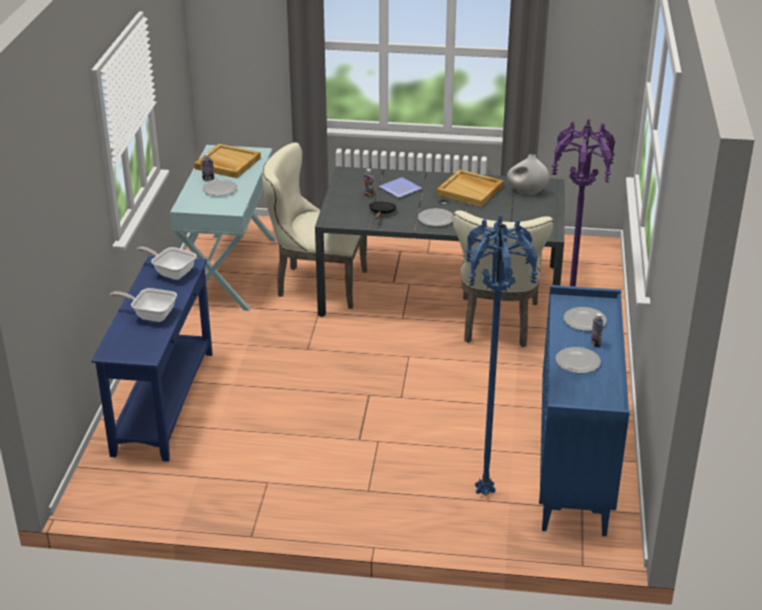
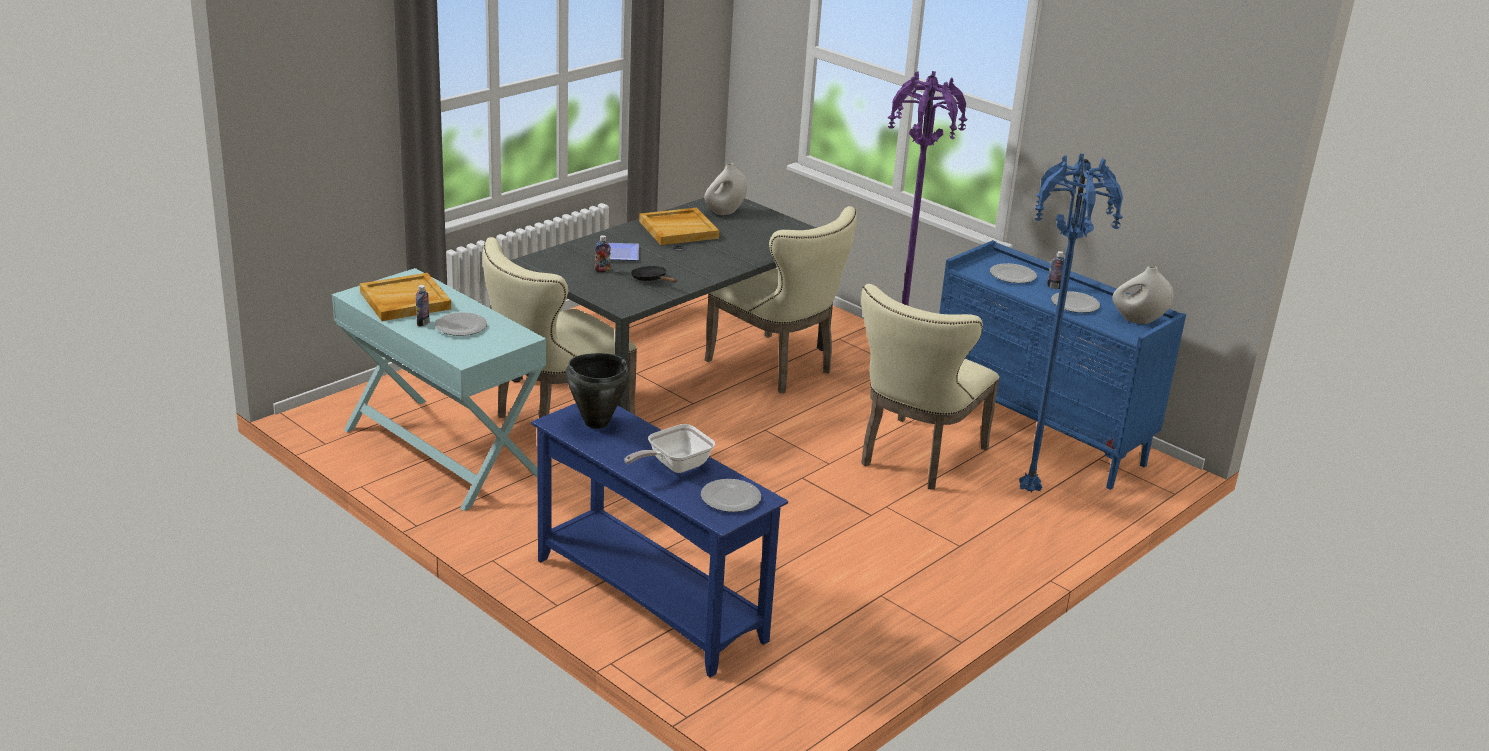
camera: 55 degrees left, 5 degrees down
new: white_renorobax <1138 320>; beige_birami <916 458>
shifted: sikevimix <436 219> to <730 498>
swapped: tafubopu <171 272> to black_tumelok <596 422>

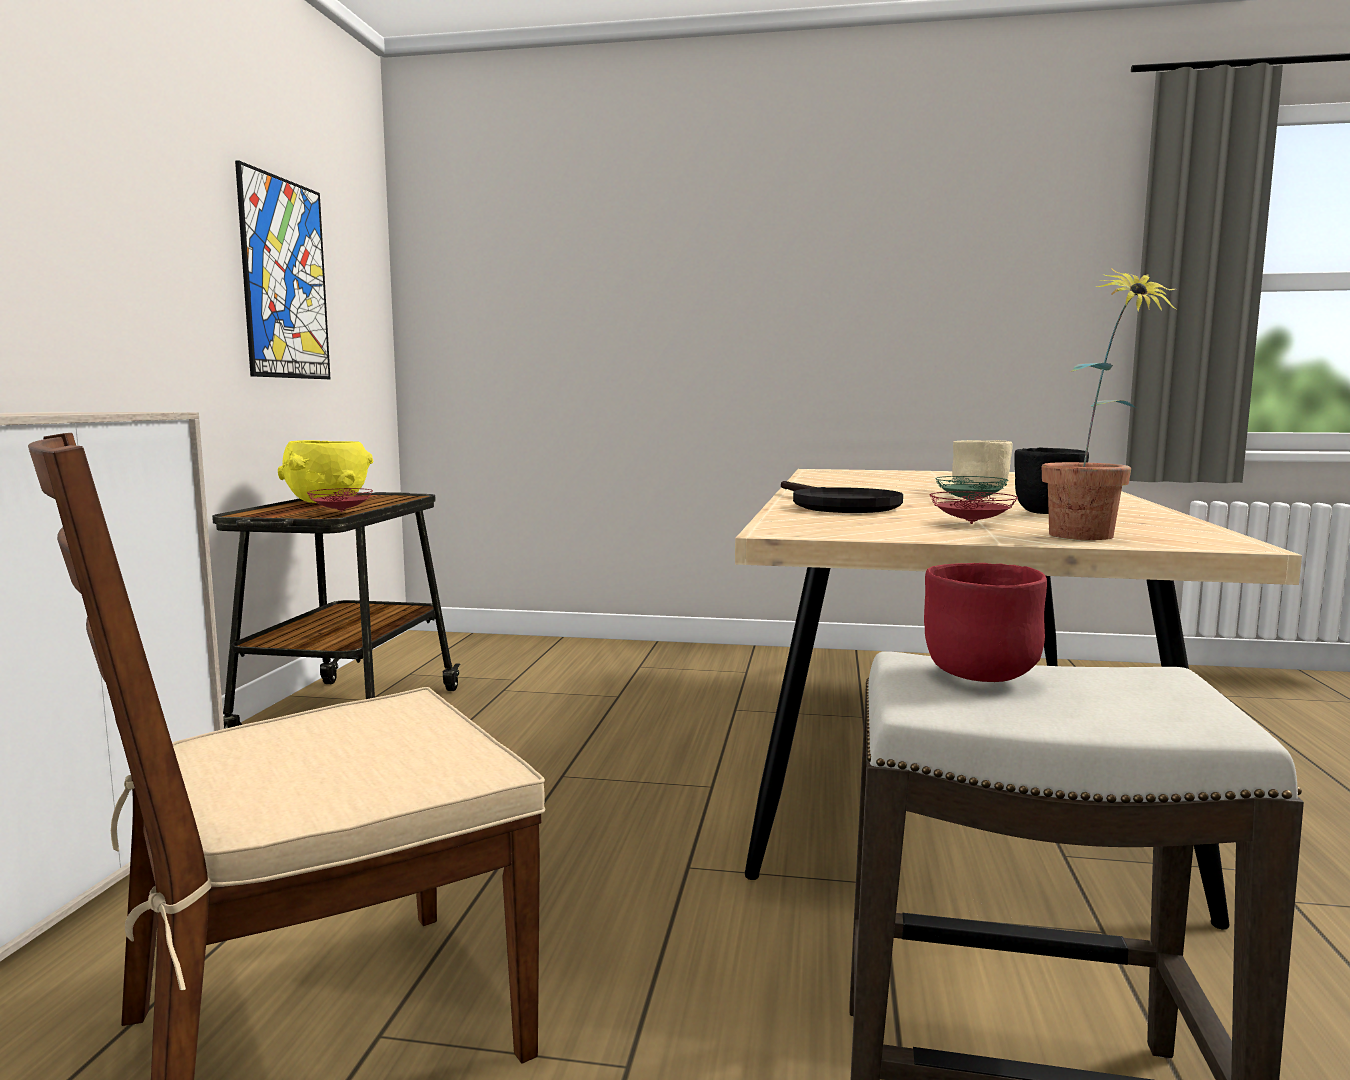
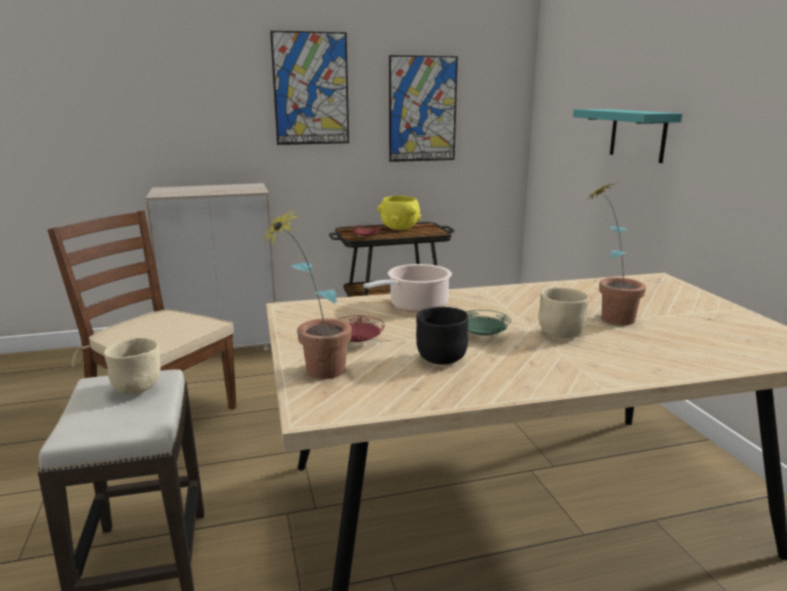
camera: 65 degrees right, 10 degrees up
new: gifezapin <311 89>; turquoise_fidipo <638 135>; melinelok <608 316>
swapped: black_tafubopu <837 505> to tumelok <415 306>
repainted: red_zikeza <979 673> to beige_zikeza <138 388>

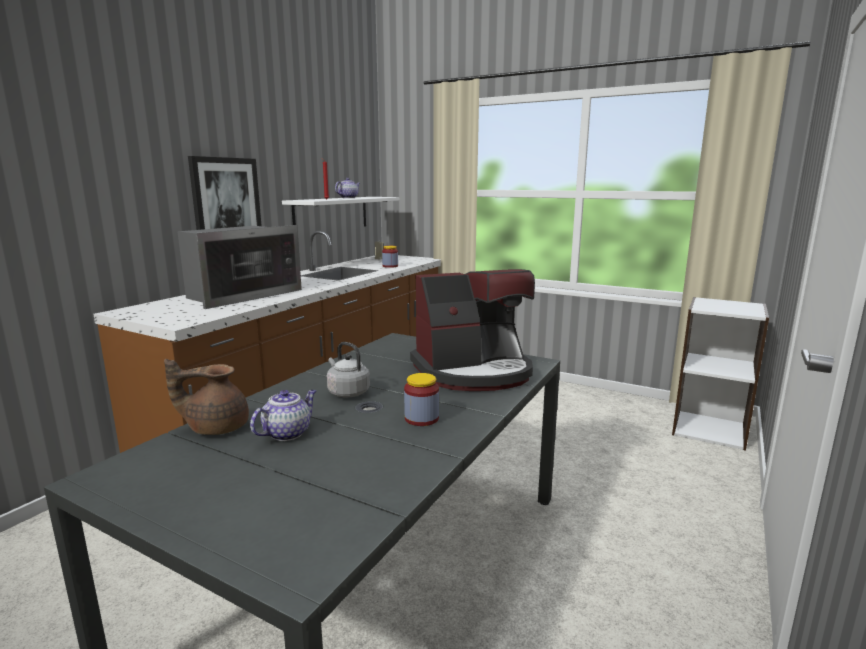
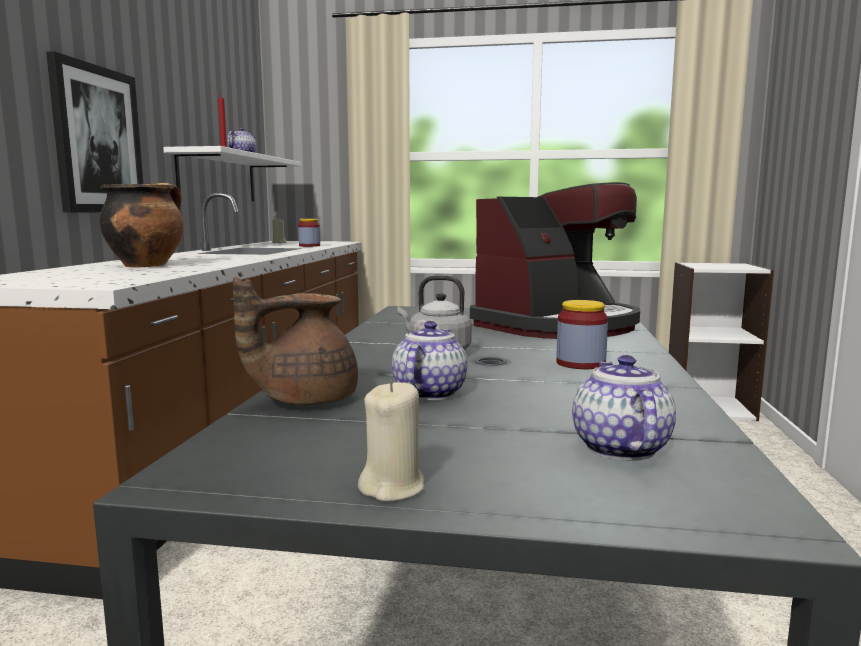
camera: 20 degrees left, 5 degrees down
new: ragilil <618 447>; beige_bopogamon <393 488>
swapped: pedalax <241 295> to tumelok <147 265>

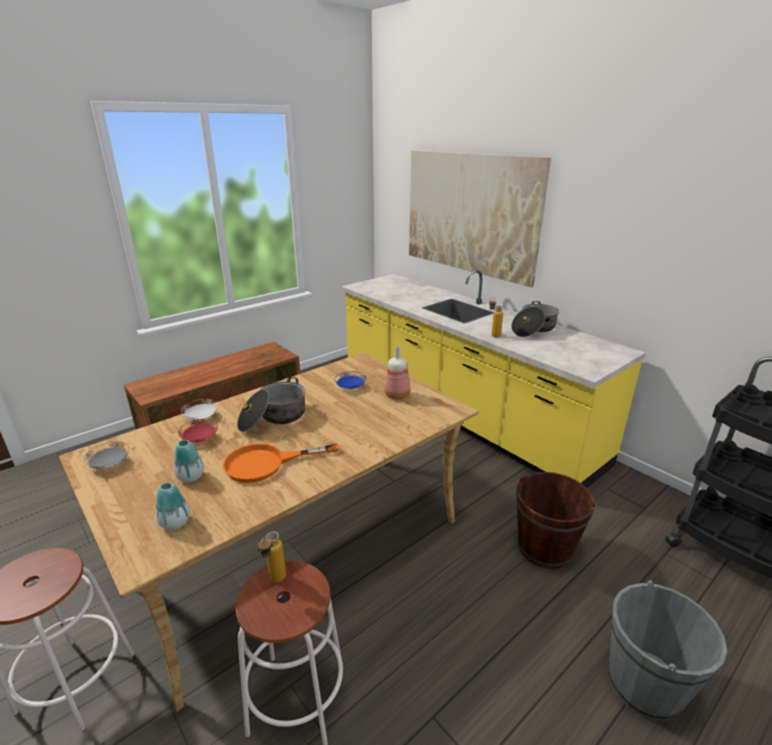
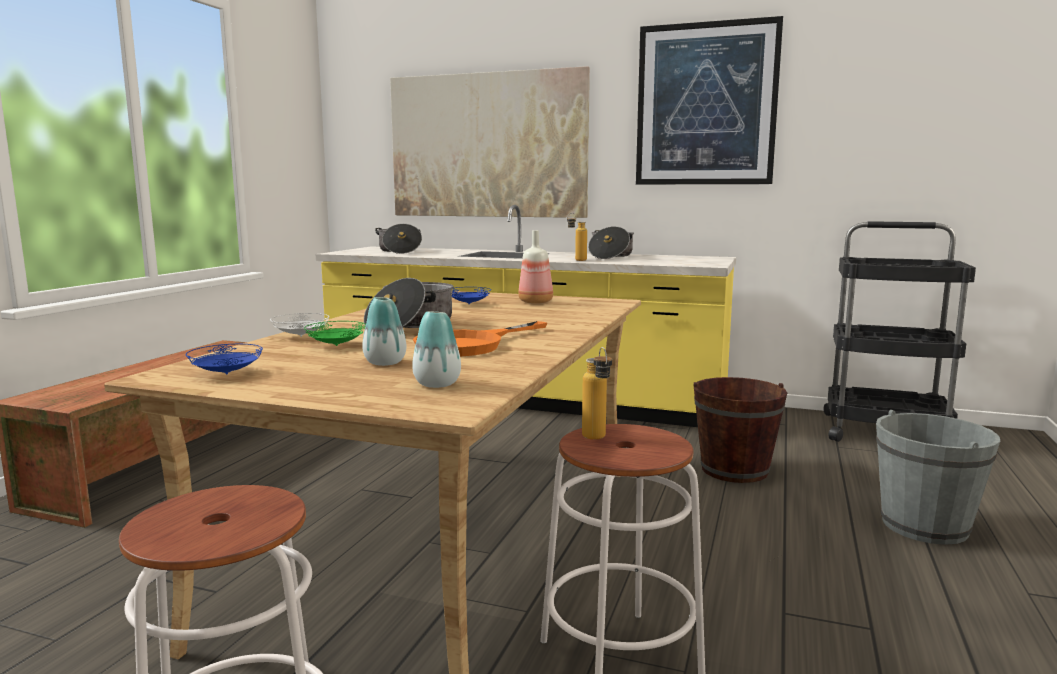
camera: 30 degrees left, 15 degrees down
new: gifezapin <706 105>; tumelok <399 251>
repainted: red_sikevimix <200 439> to green_sikevimix <336 346>; grey_sikevimix <110 464> to blue_sikevimix <226 374>

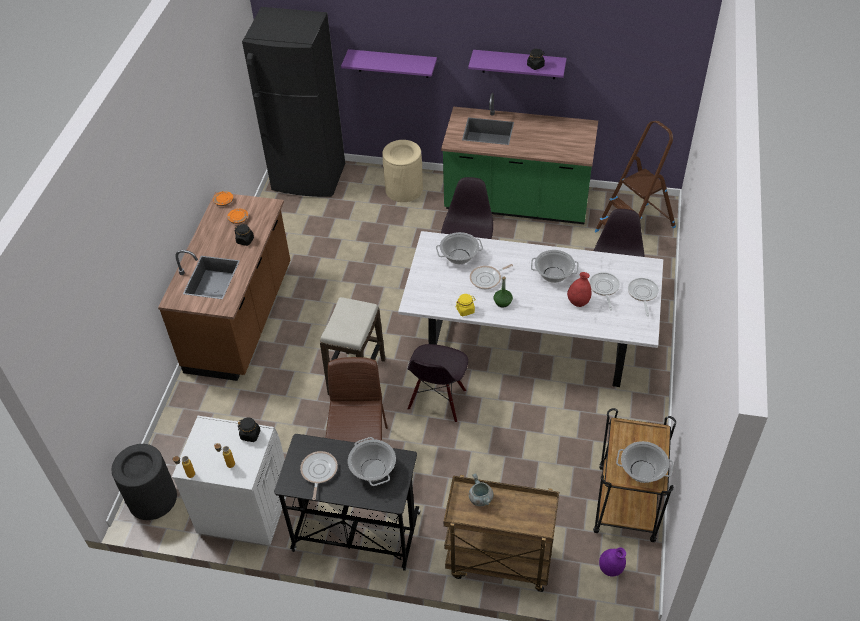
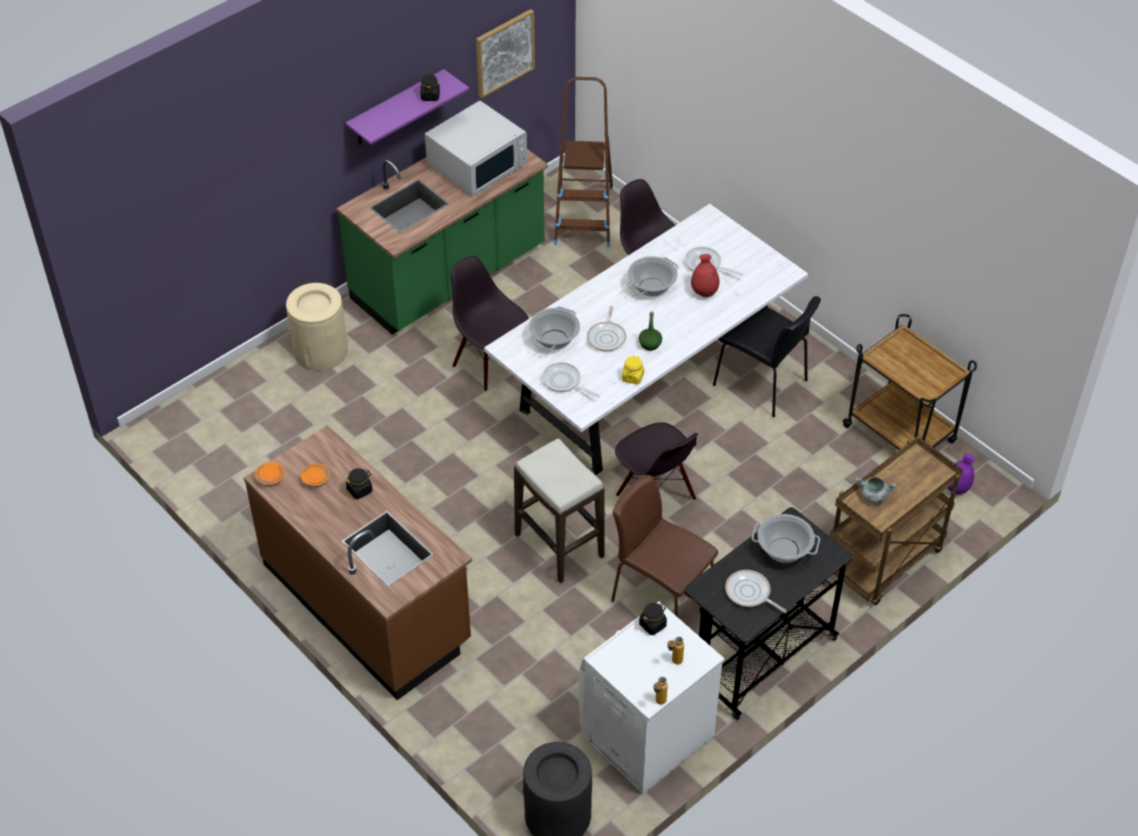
camera: 55 degrees left, 0 degrees up
gone: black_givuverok <308 178>; purple_fidipo <393 63>; tumelok <642 471>
new: gifezapin <504 52>; white_pedalax <478 164>; black_birami <763 384>
shifted: tafubopu <642 294> to <564 382>

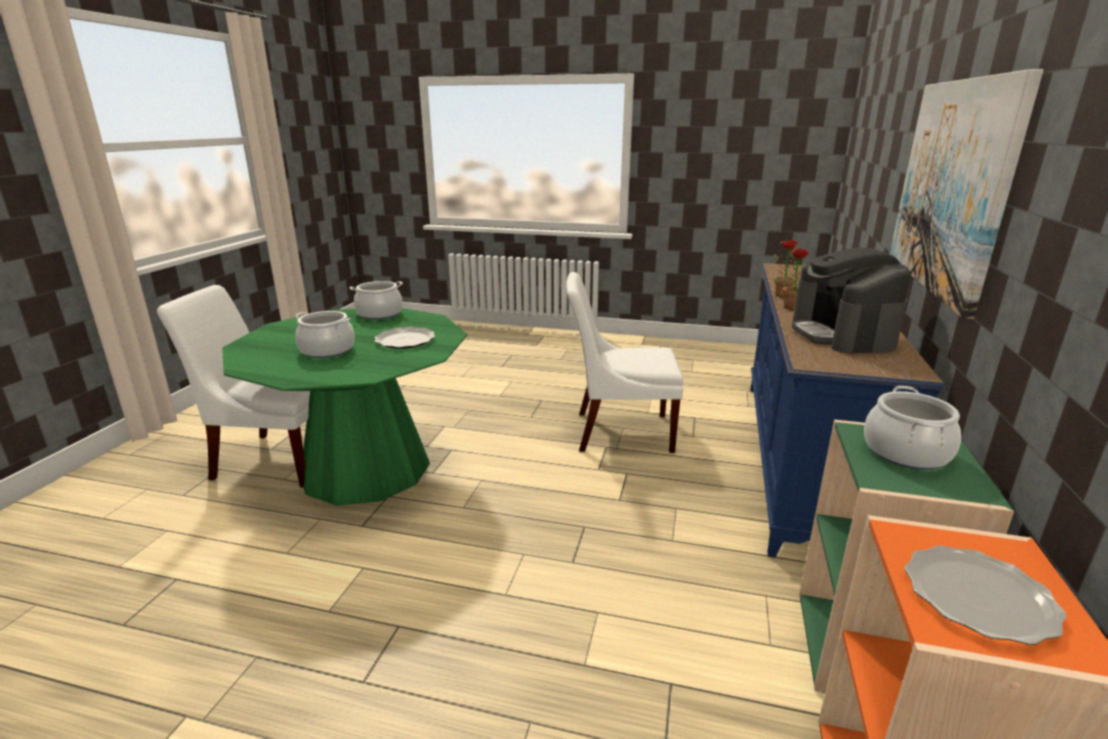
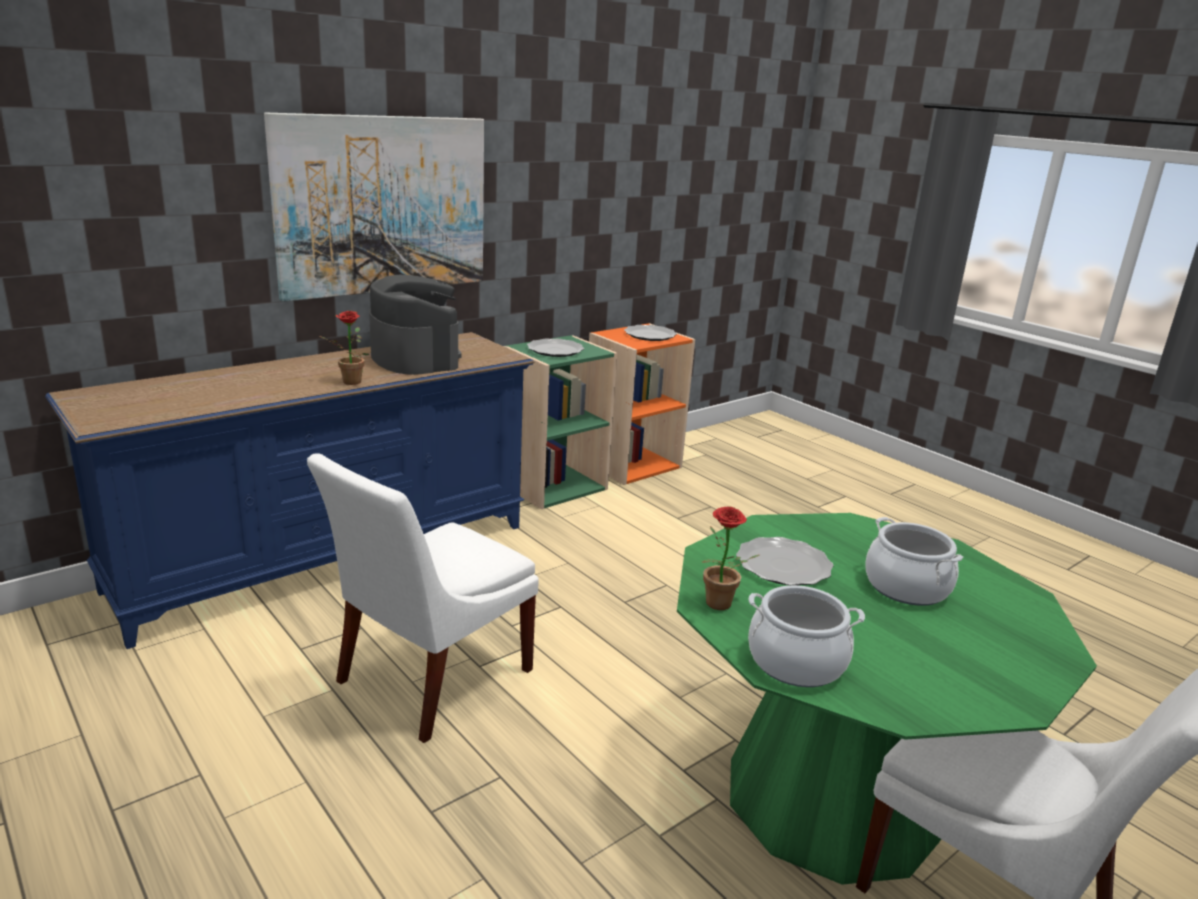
camera: 145 degrees left, 0 degrees up
shifted: melinelok <779 295> to <719 606>
swapped: tumelok <906 452> to sikevimix <555 350>
rotated: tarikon <842 334> = <414 358> 60 degrees counterclockwise; white_birami <618 431> = <428 679> 90 degrees clockwise

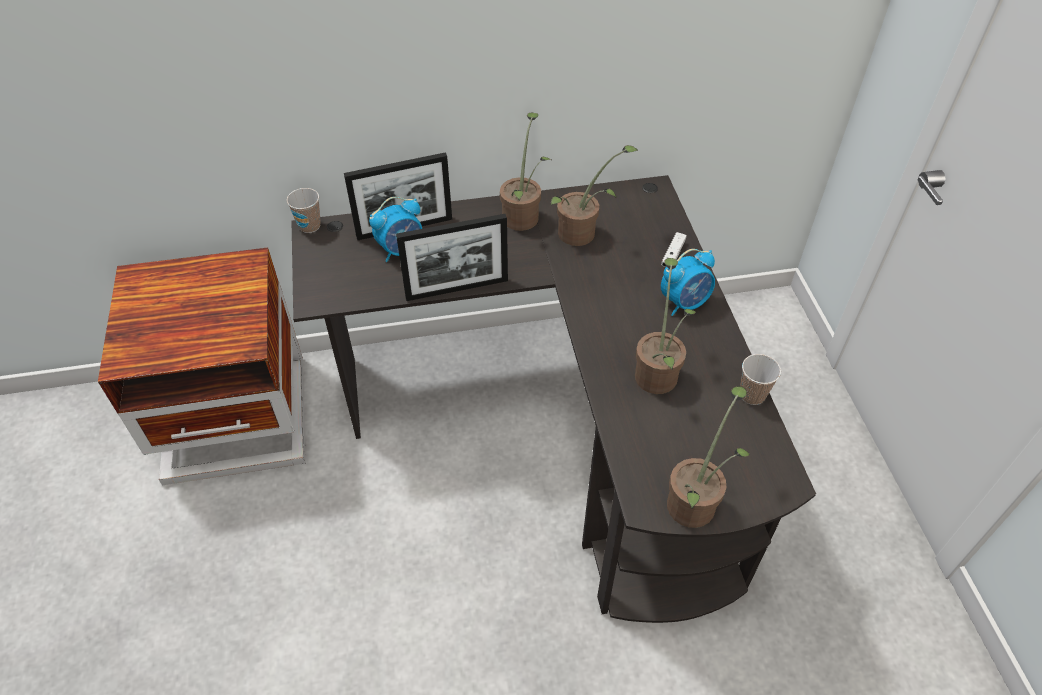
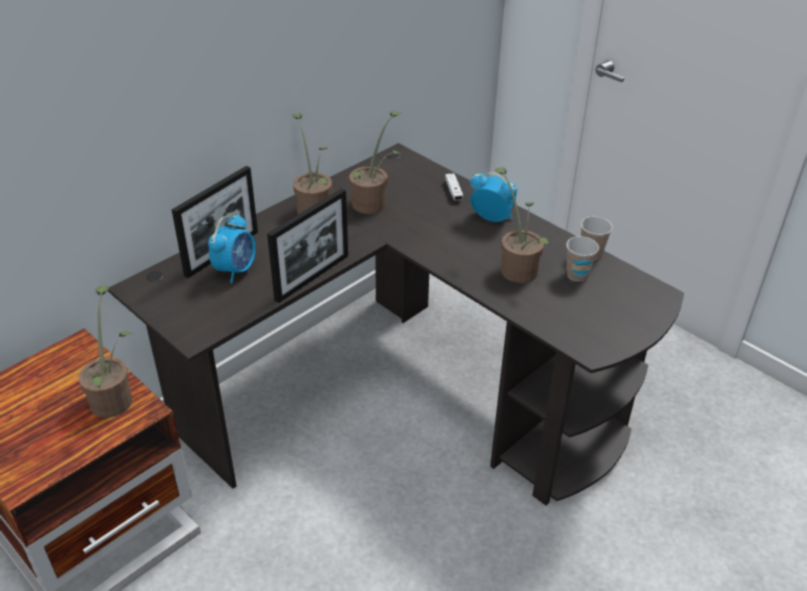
camera: 35 degrees left, 10 degrees down
shifted: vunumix <309 226> to <577 275>; melinelok <696 501> to <114 397>
rotated: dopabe <684 302> = <492 217> 90 degrees counterclockwise

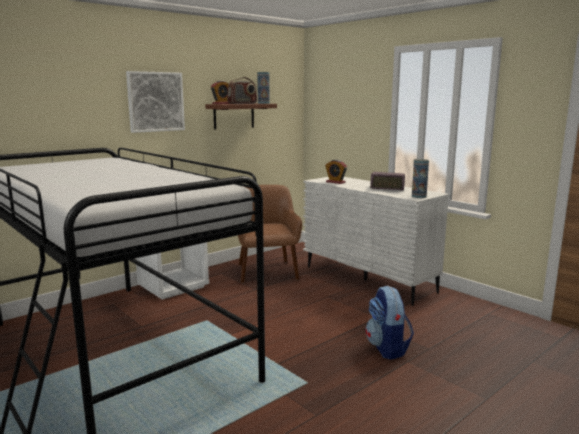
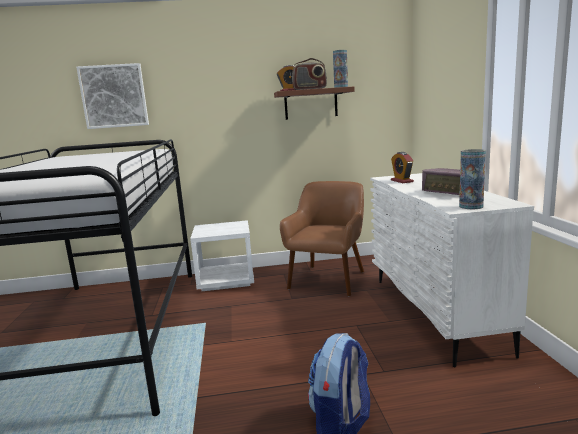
camera: 35 degrees right, 0 degrees up
shifted: gifezapin <155 102> to <114 96>

